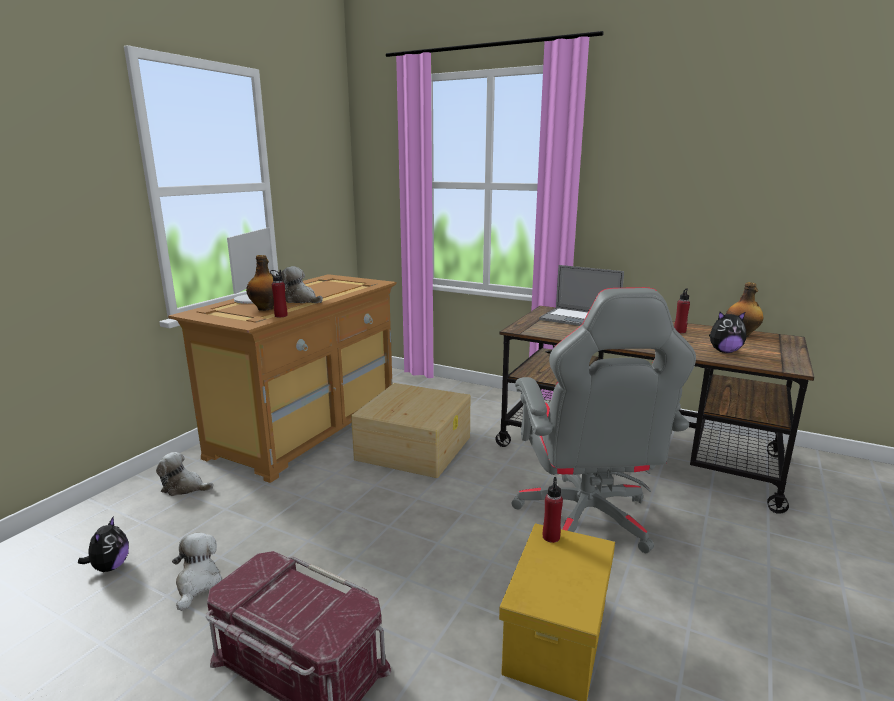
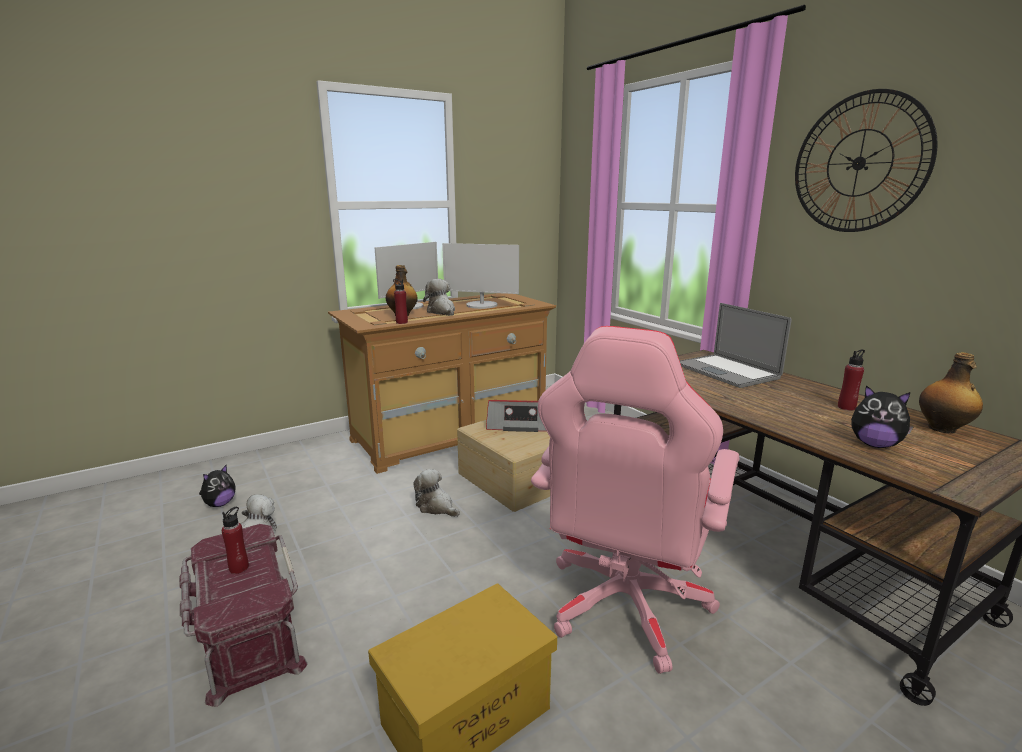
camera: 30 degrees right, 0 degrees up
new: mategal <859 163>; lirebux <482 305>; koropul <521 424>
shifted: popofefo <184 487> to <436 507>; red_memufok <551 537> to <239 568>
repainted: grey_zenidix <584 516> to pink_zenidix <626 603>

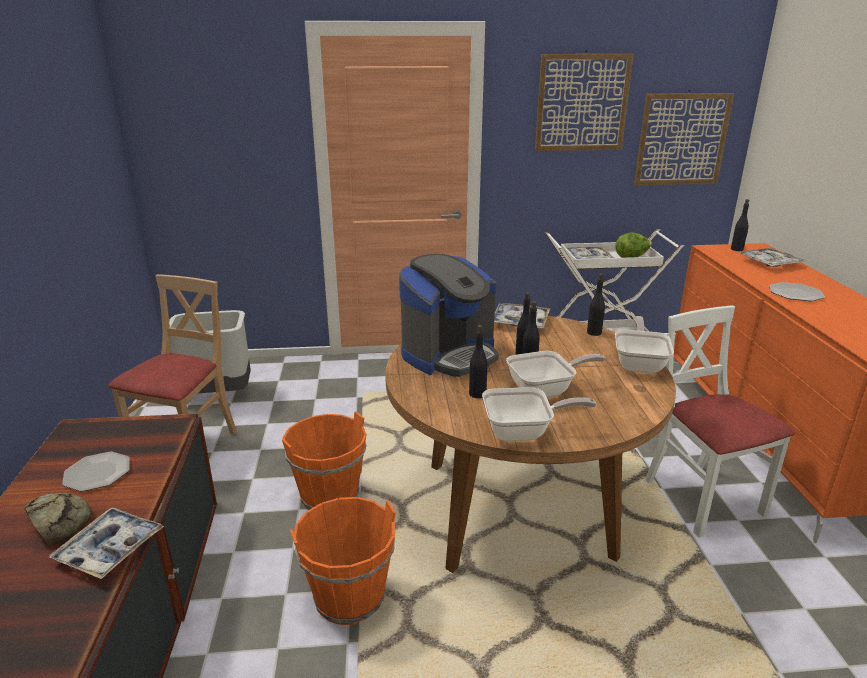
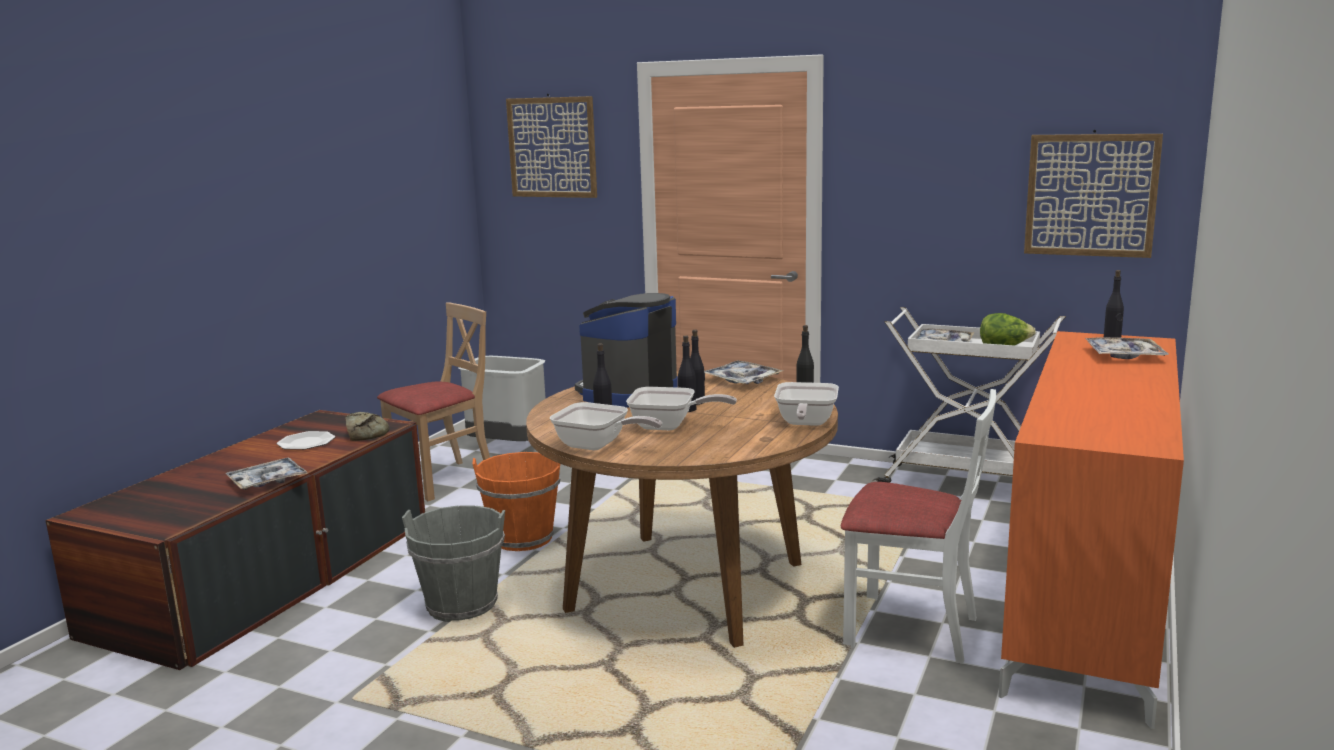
camera: 30 degrees right, 10 degrees down
gone: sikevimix <795 293>
shifted: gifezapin <582 101> to <552 145>; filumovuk <58 521> to <366 433>
repainted: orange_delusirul <349 598> to grey_delusirul <461 606>
rotated: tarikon <449 355> = <627 392> 135 degrees clockwise; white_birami <702 498> = <911 629> 105 degrees clockwise; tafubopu <639 363> = <805 423> 150 degrees clockwise

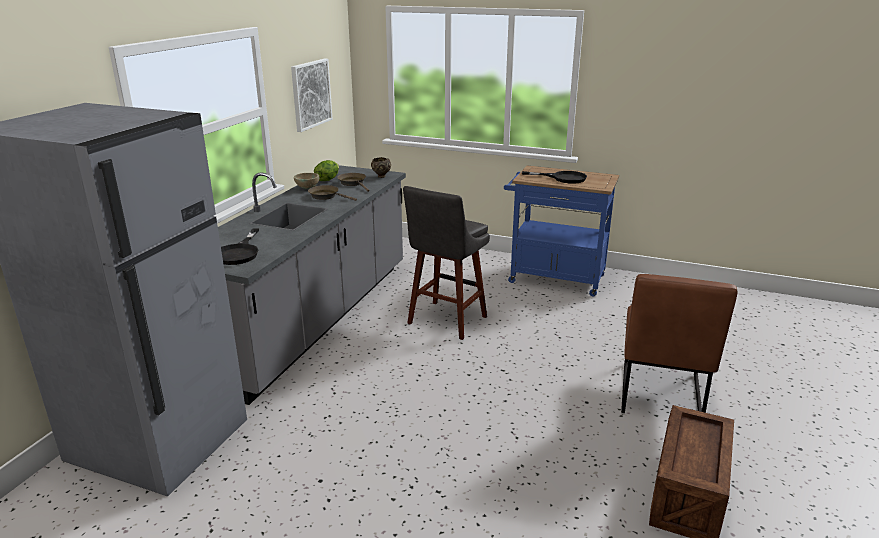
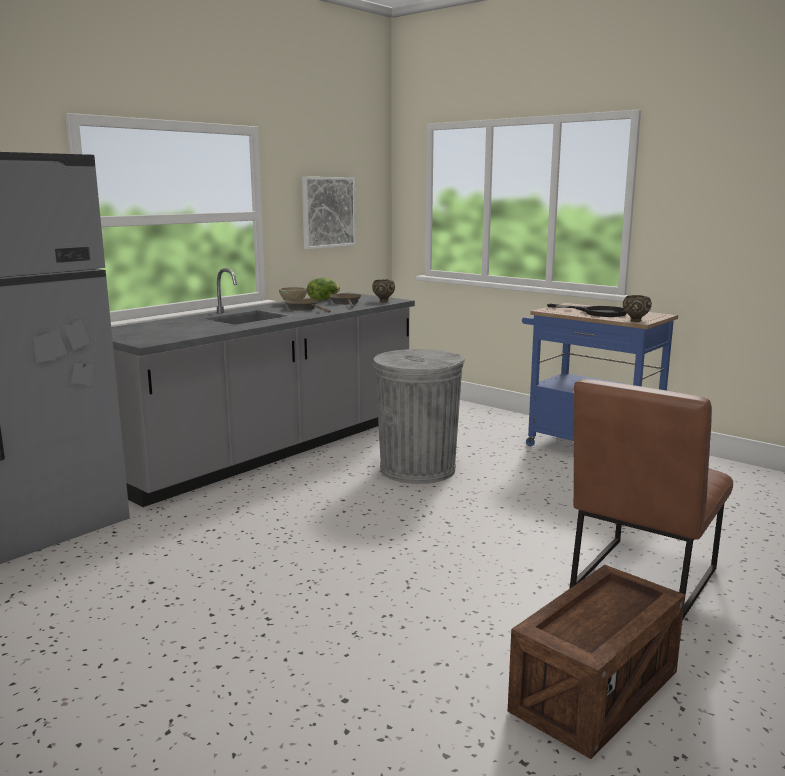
camera: 20 degrees right, 10 degrees down
gone: black_tafubopu <239 252>
new: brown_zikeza <635 321>
swapped: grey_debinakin <445 321> to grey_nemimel <417 469>

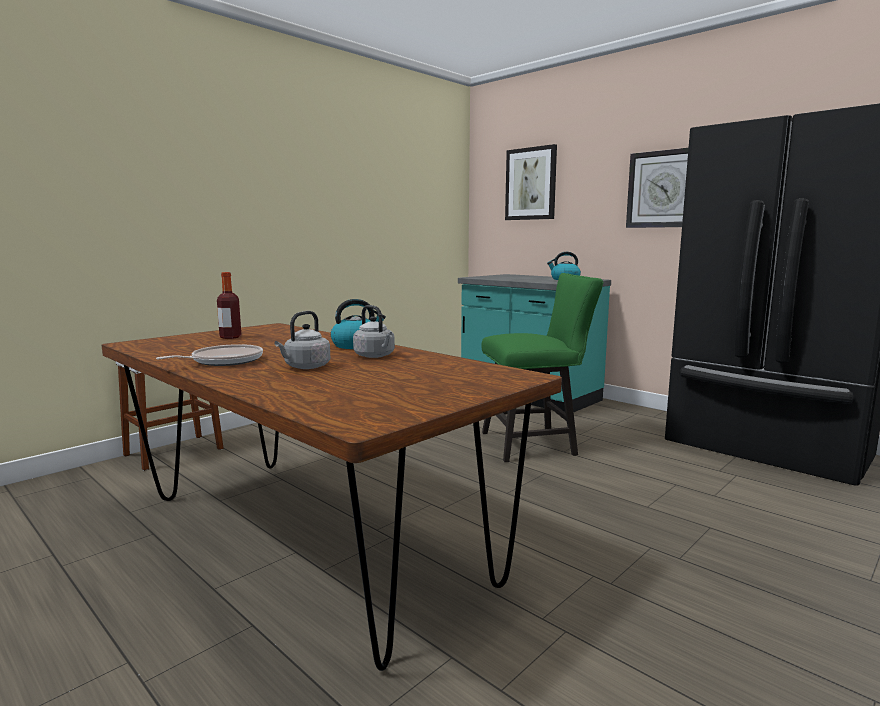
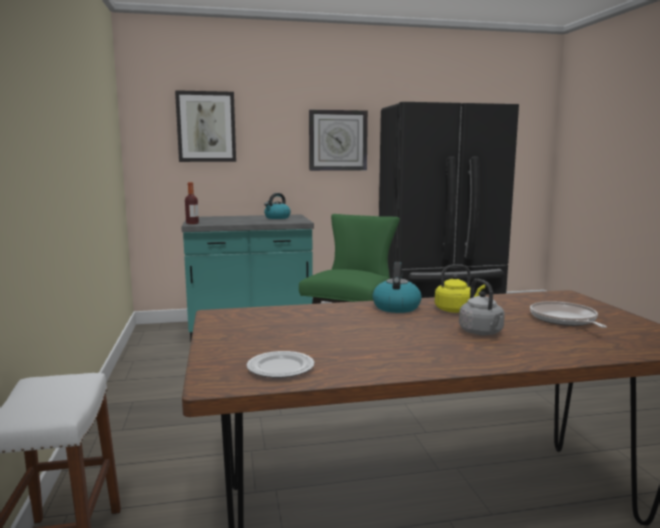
camera: 55 degrees left, 0 degrees up
new: sikevimix <280 368>
shifted: memufok <230 337> to <192 223>; tafubopu <223 361> to <564 320>
repainted: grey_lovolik <375 356> to yellow_lovolik <456 310>

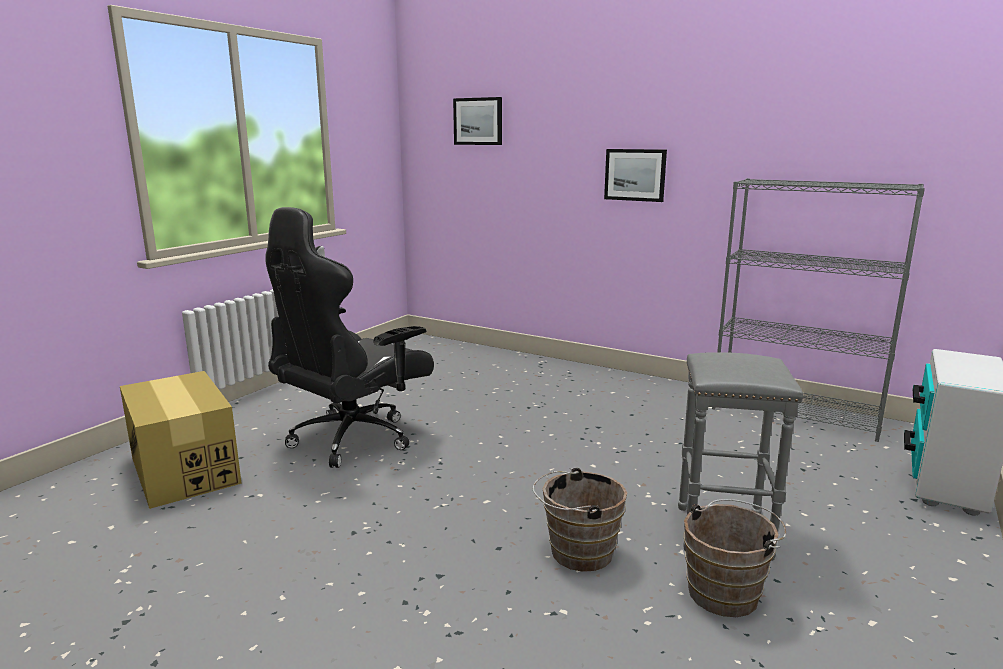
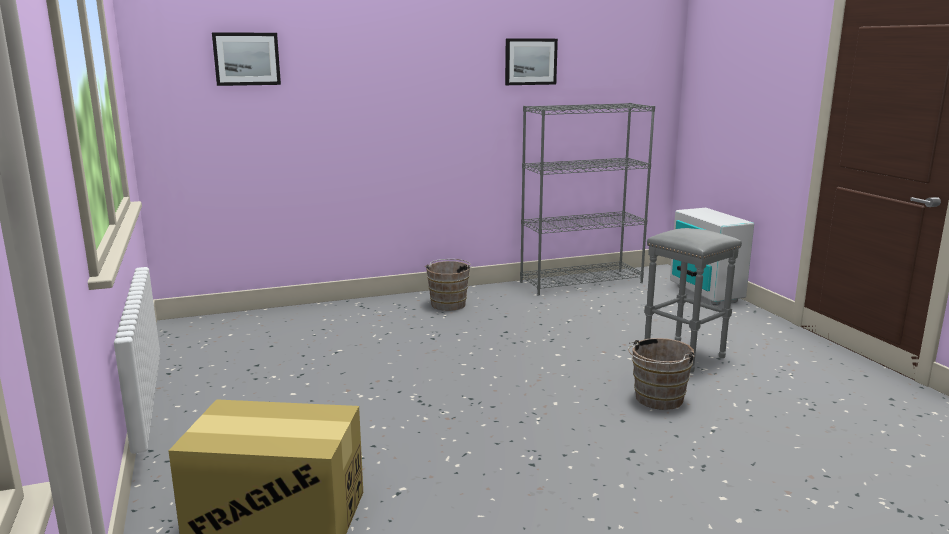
camera: 50 degrees left, 0 degrees up
gone: black_zenidix <357 437>
shifted: gifezapin <635 175> to <530 61>; brown_delusirul <727 592> to <449 303>

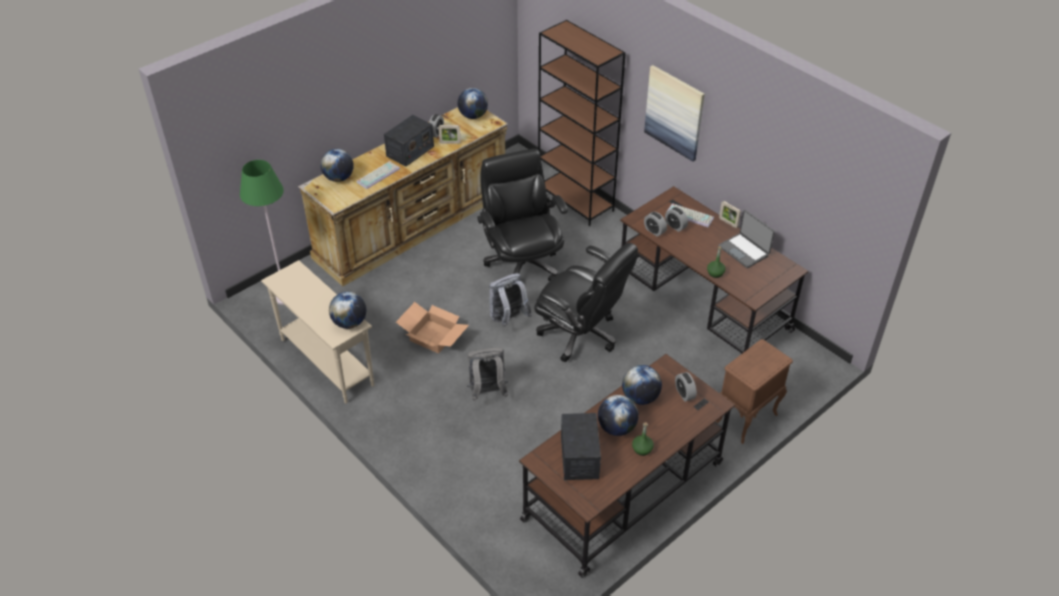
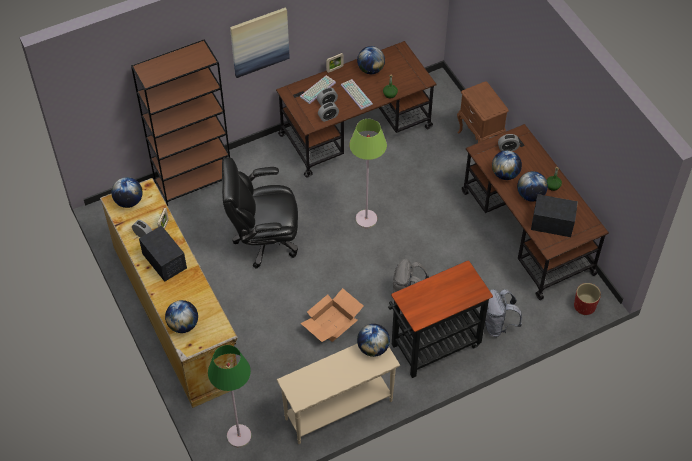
camera: 75 degrees left, 10 degrees up
new: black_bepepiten <434 346>; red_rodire <584 306>
shifted: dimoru <378 175> to <355 94>; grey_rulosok <508 319> to <497 325>
swapped: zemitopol <744 251> to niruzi <370 69>; black_zenidix <581 337> to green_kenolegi <366 219>

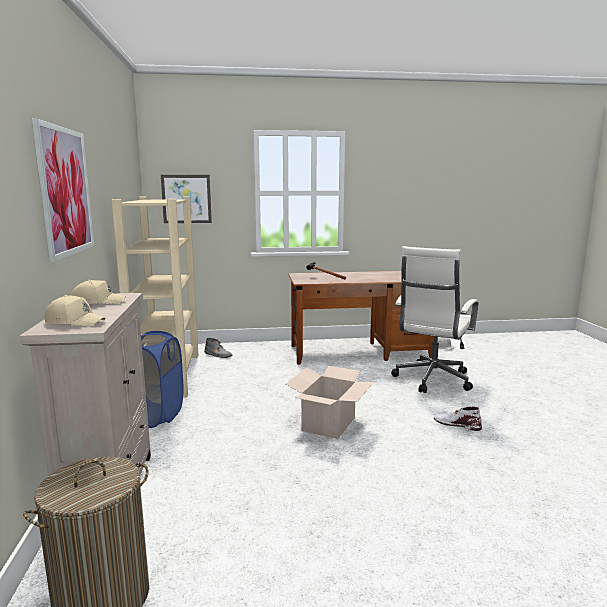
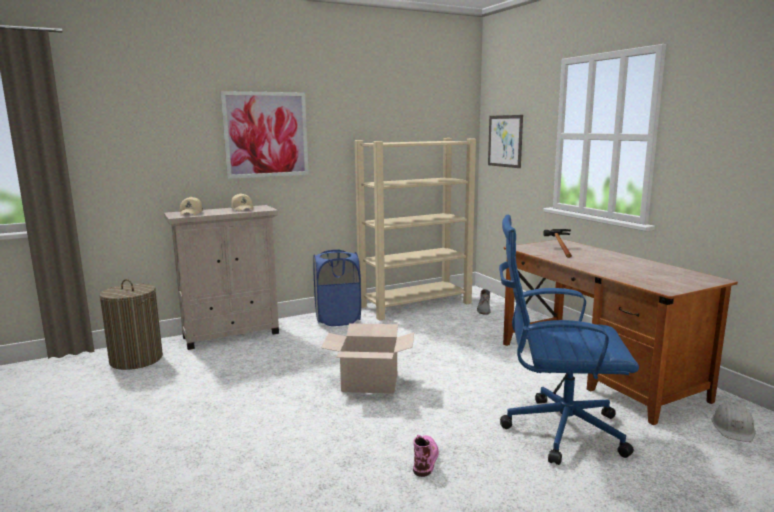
camera: 70 degrees right, 0 degrees up
repainted: white_zenidix <431 380> to blue_zenidix <557 430>; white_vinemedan <456 424> to pink_vinemedan <425 458>

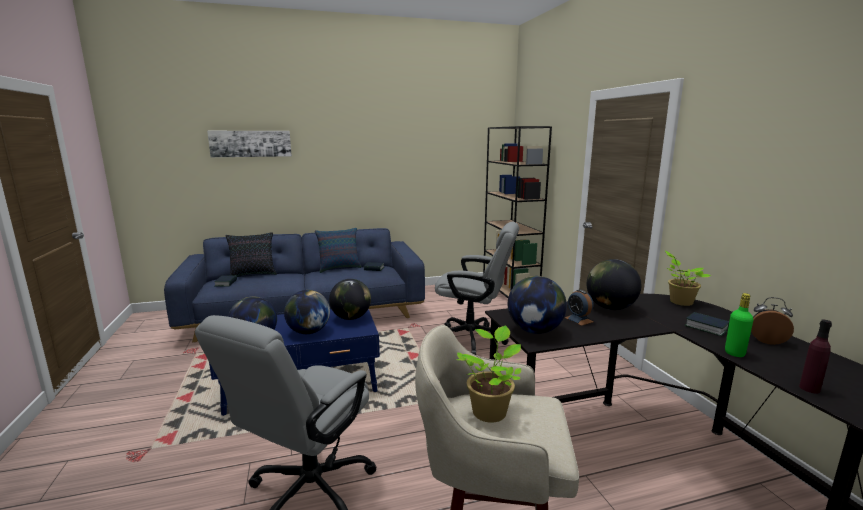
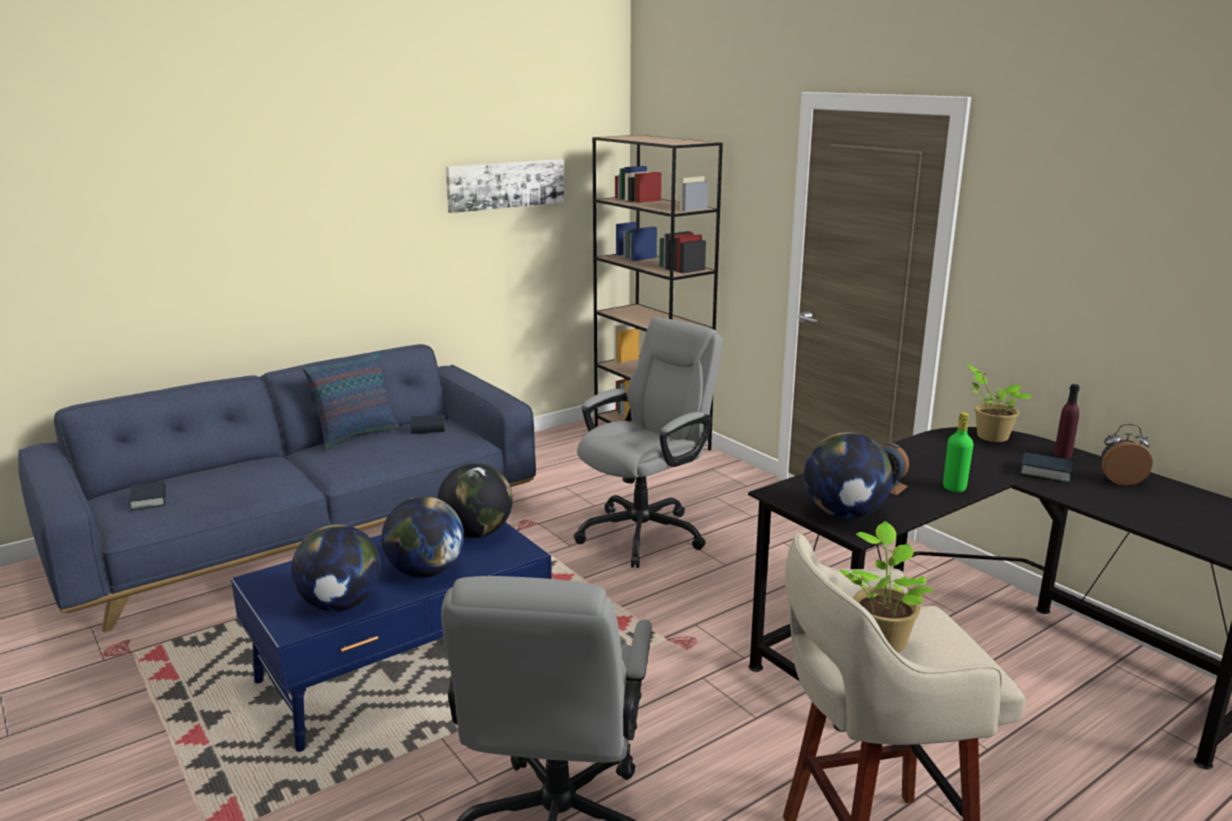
camera: 20 degrees left, 5 degrees up
gone: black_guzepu <253 275>; niruzi <610 308>
shifted: gifezapin <251 143> to <505 184>; green_memufok <734 353> to <954 488>; purple_memufok <809 388> to <1062 455>
rotated: grey_zenidix <474 340> = <645 533> 45 degrees counterclockwise

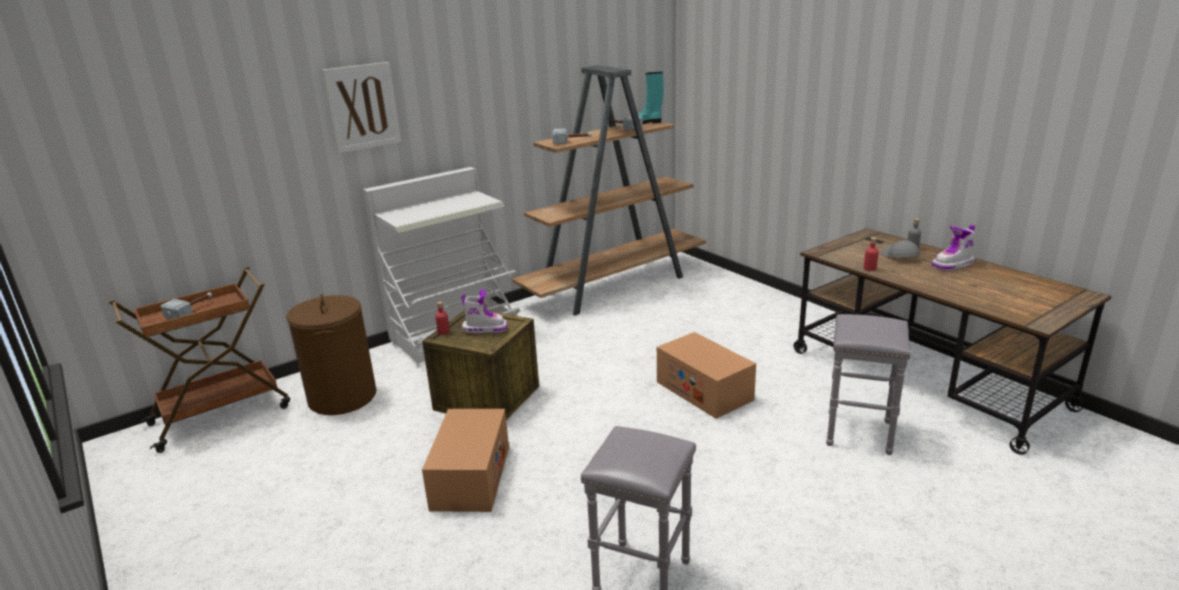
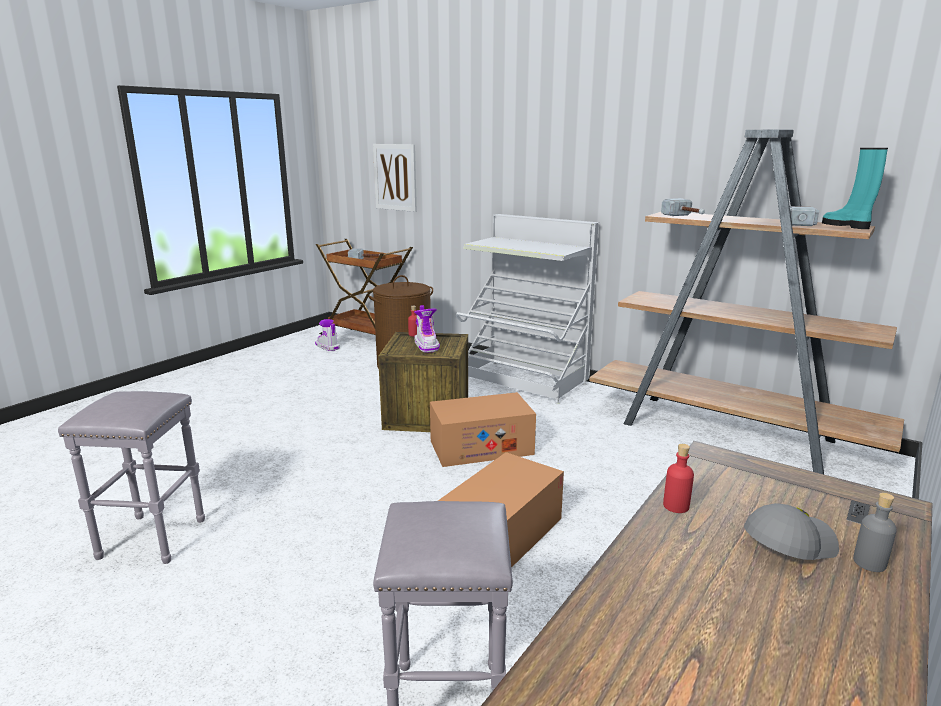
camera: 70 degrees right, 5 degrees down
shifted: gifezapin <362 107> to <395 177>; vinemedan <953 265> to <327 347>; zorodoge <471 477> to <481 447>

